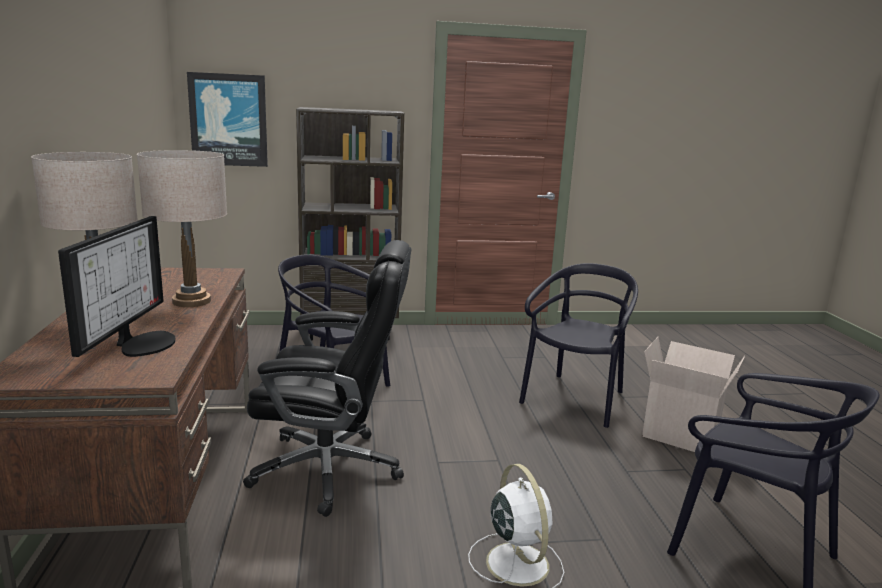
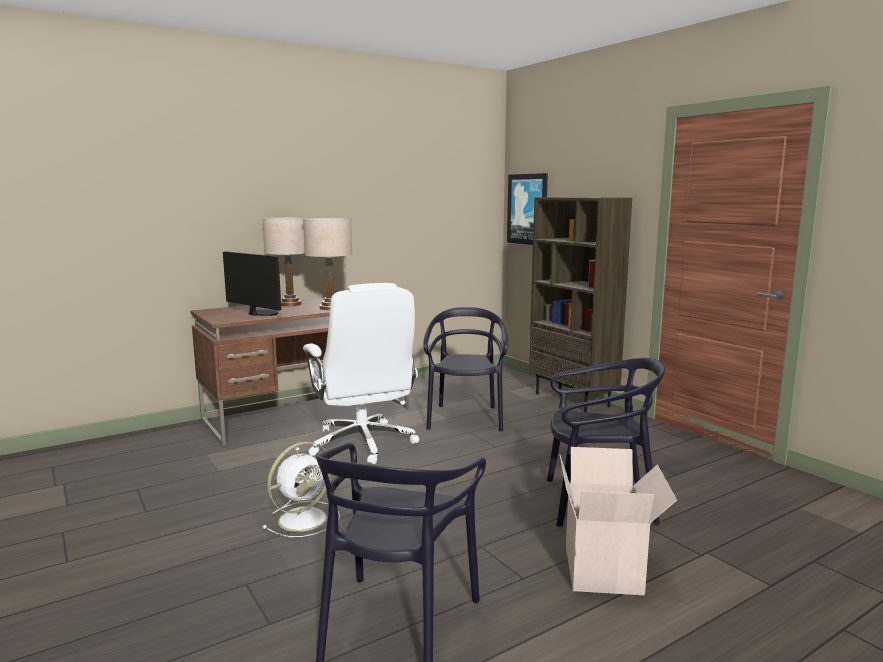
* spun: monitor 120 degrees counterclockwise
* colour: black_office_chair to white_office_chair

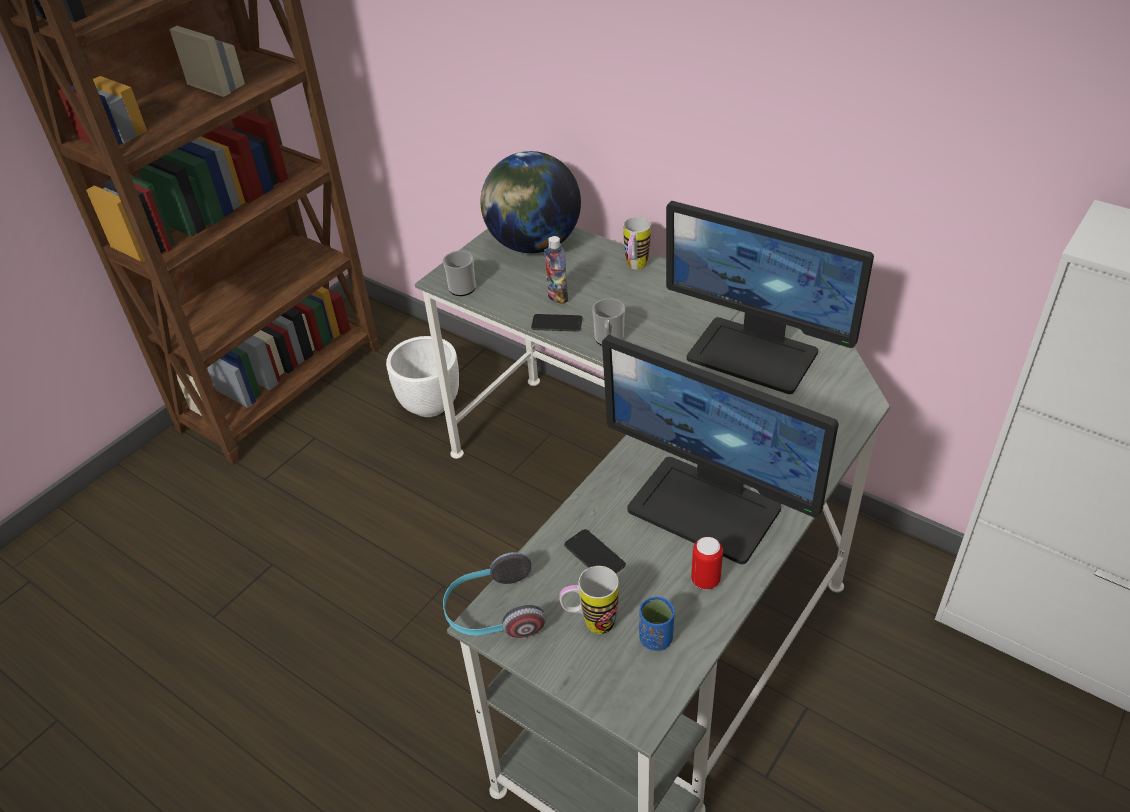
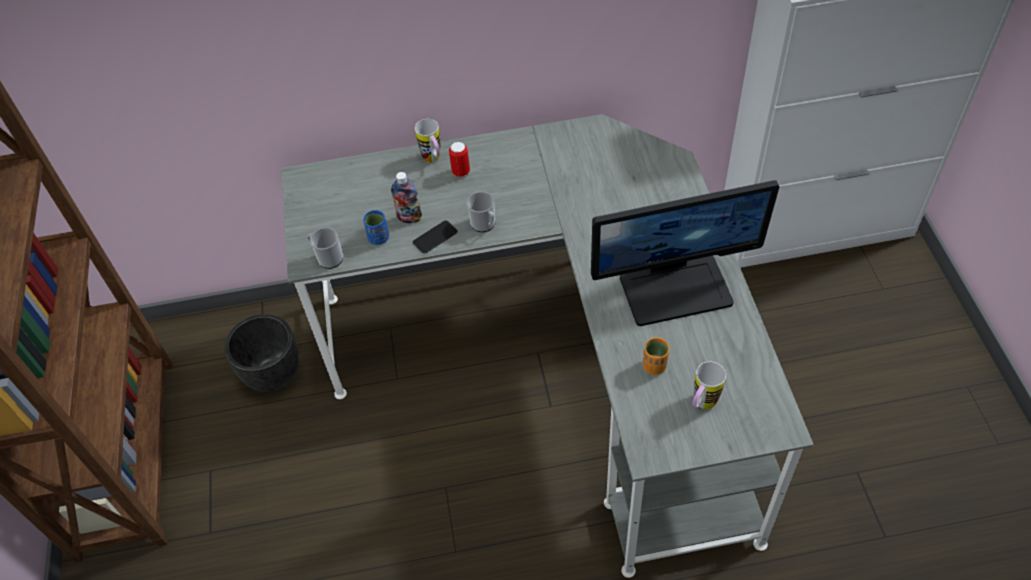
* colour: white_planter to black_planter
* missing: headphones
* missing: globe
* exchanged: phone (no. 2 from left) to orange_cup
* relocated: blue_cup
* missing: monitor (no. 2 from left)
* relocated: can

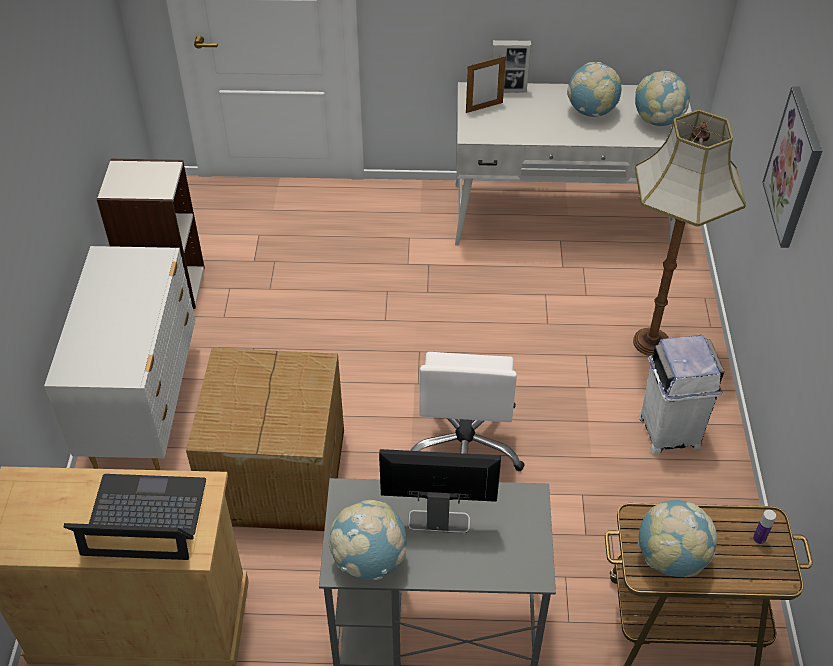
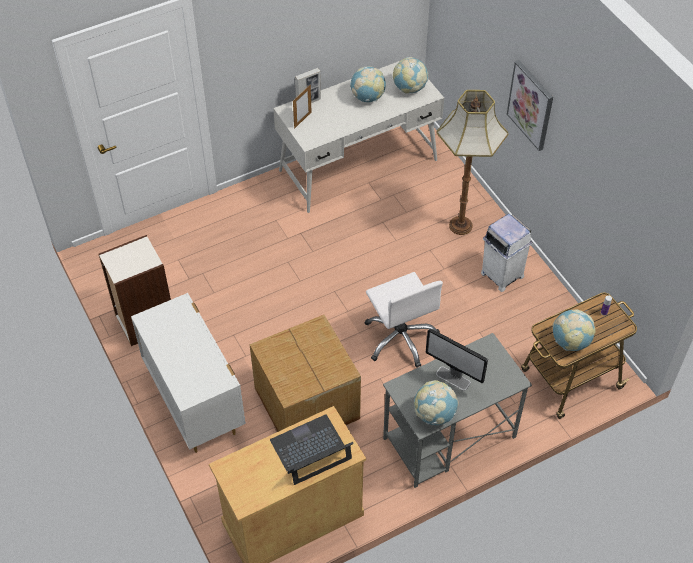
* spun: monitor 120 degrees counterclockwise

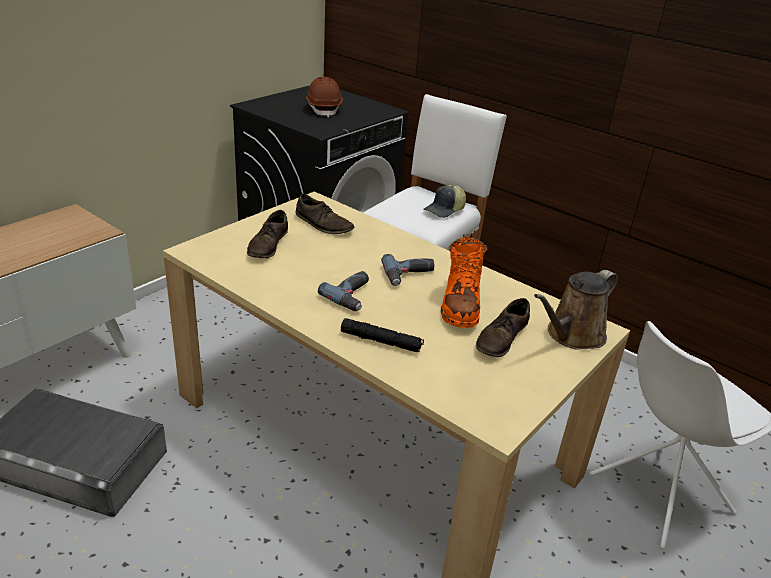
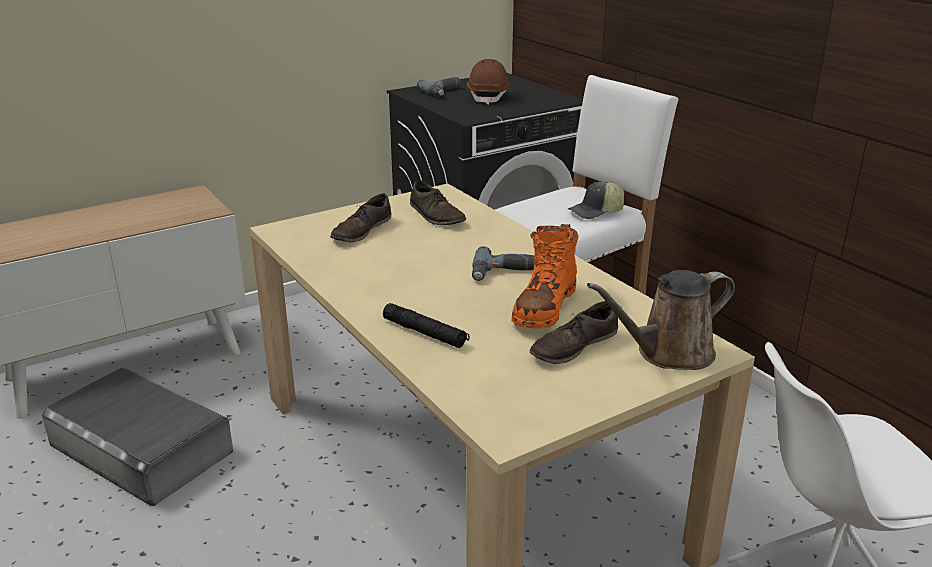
* relocated: power_drill (no. 1 from left)

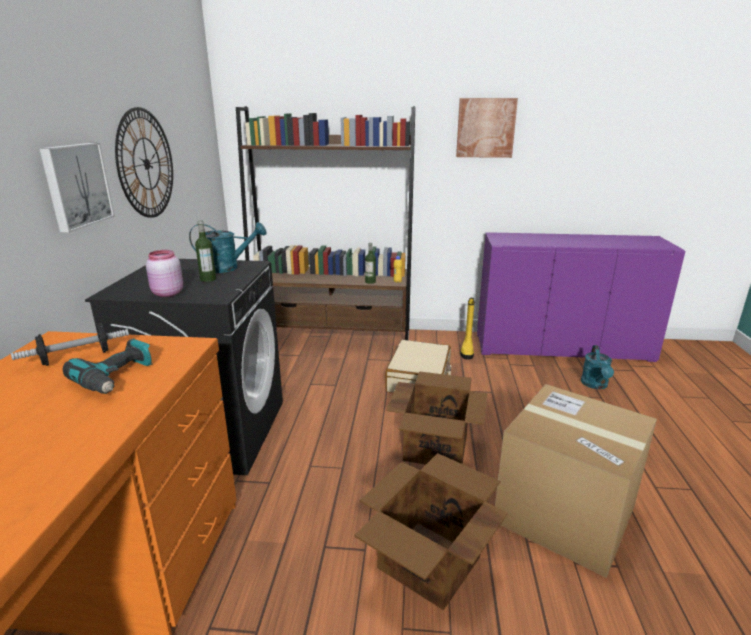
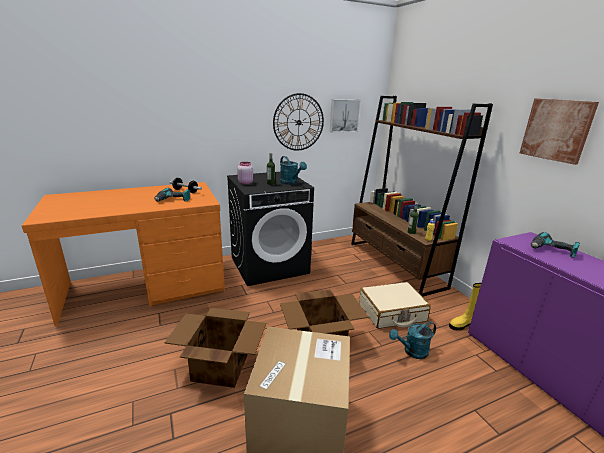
* relocated: picture (no. 1 from left)
* relocated: turquoise_watering_can (no. 2 from left)
* appeared: power_drill (no. 2 from left)

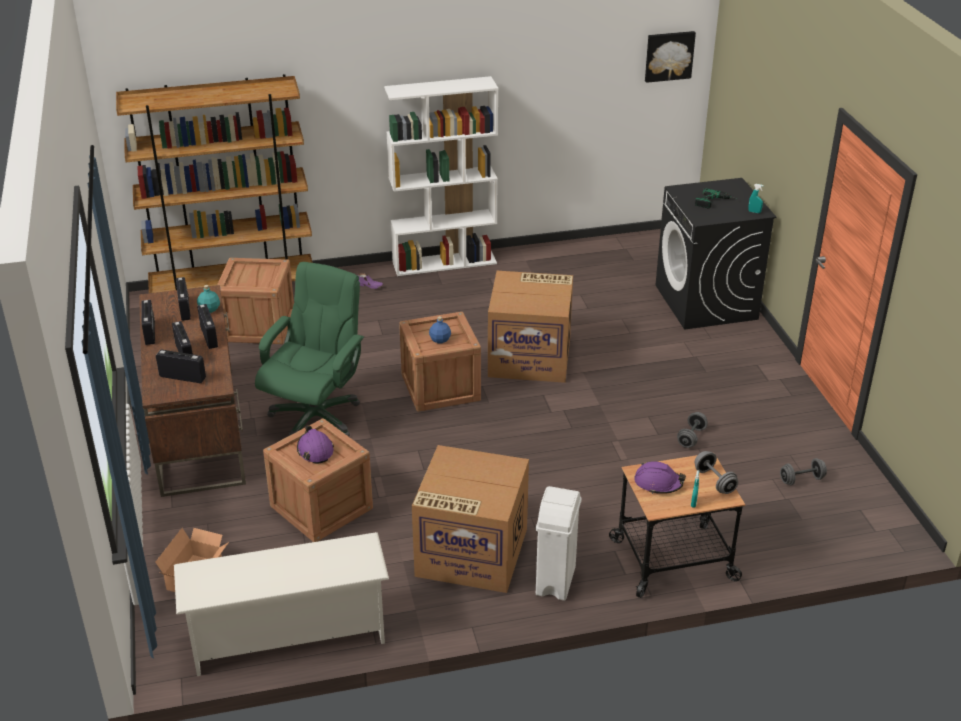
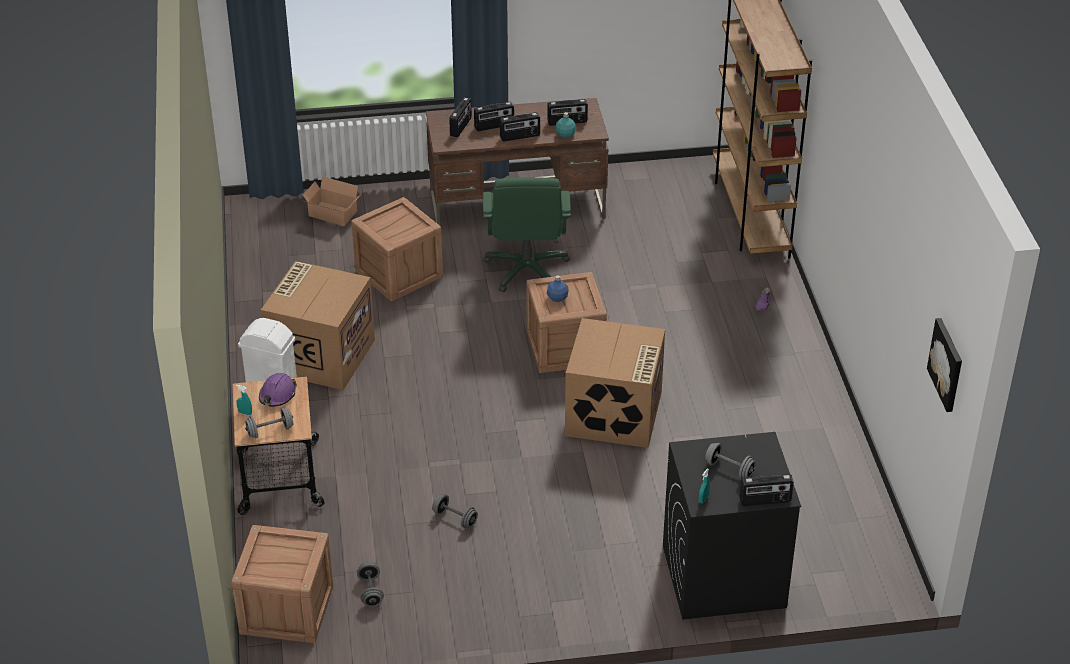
* relocated: radio (no. 1 from left in the first image) to radio (no. 5 from left)
* missing: white_shoe_rack
* relocated: crate (no. 1 from left)
* spun: green_office_chair 60 degrees clockwise
* missing: purple_hard_hat (no. 1 from left)
* missing: white_bookcase
* exchanged: power_drill to grey_dumbbell (no. 4 from left)

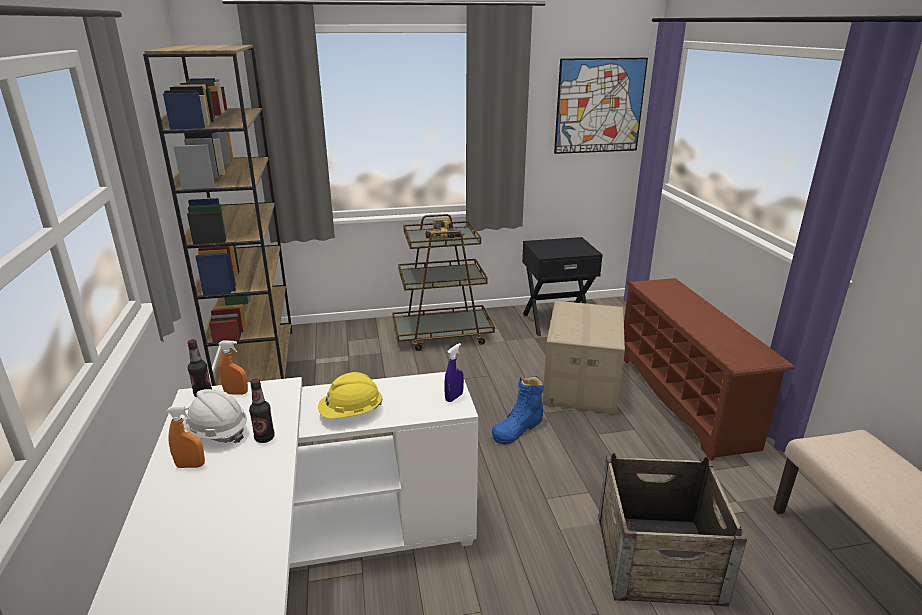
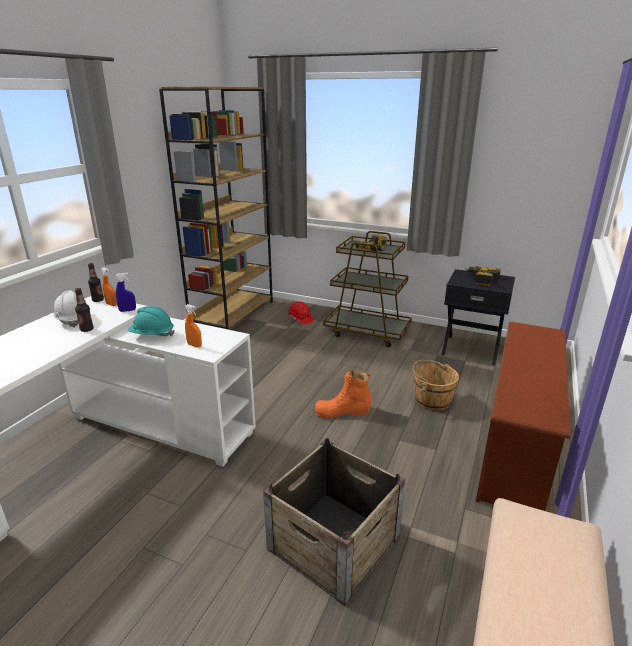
* relocated: orange_spray_bottle (no. 1 from left in the first image) to orange_spray_bottle (no. 2 from left)
* colour: yellow_hard_hat to turquoise_hard_hat
* relocated: blue_spray_bottle
* colour: blue_boot to orange_boot
* exchanged: cardboard_box to brown_bucket
* missing: picture
* appeared: red_hard_hat
* appeared: power_drill (no. 2 from left)

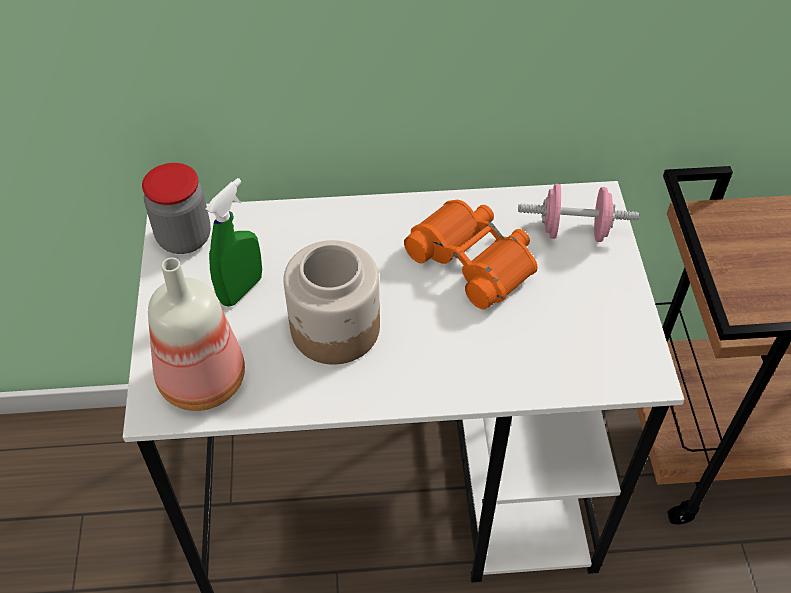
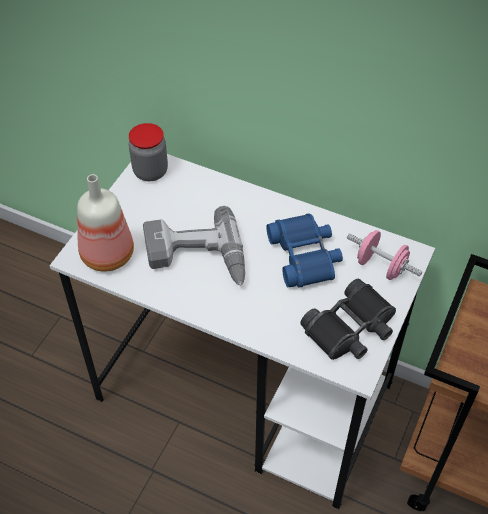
* missing: green_spray_bottle
* exchanged: jar (no. 2 from left) to power_drill
* colour: orange_binoculars to blue_binoculars
* appeared: black_binoculars

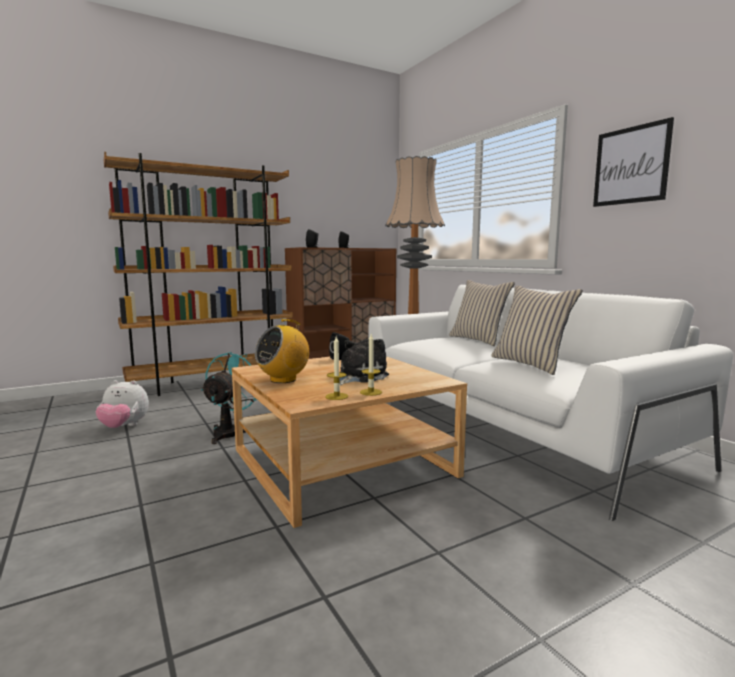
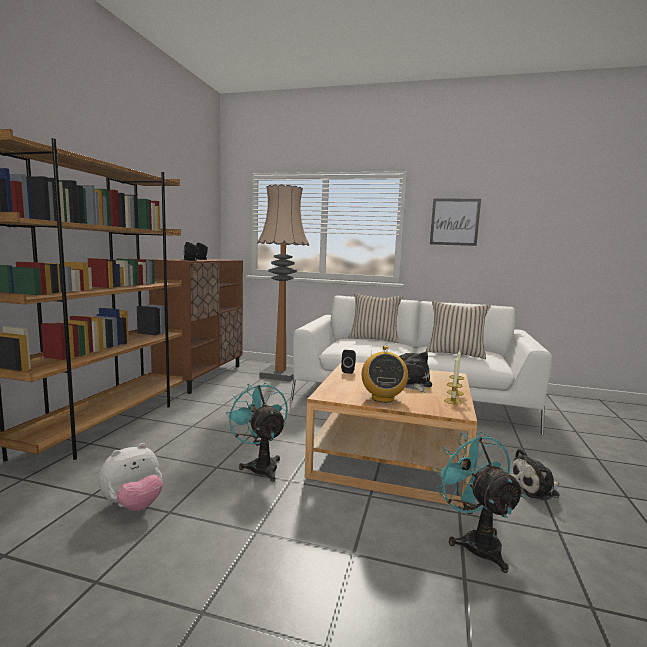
* appeared: turquoise_fan (no. 2 from left)
* appeared: plush_toy (no. 3 from left)

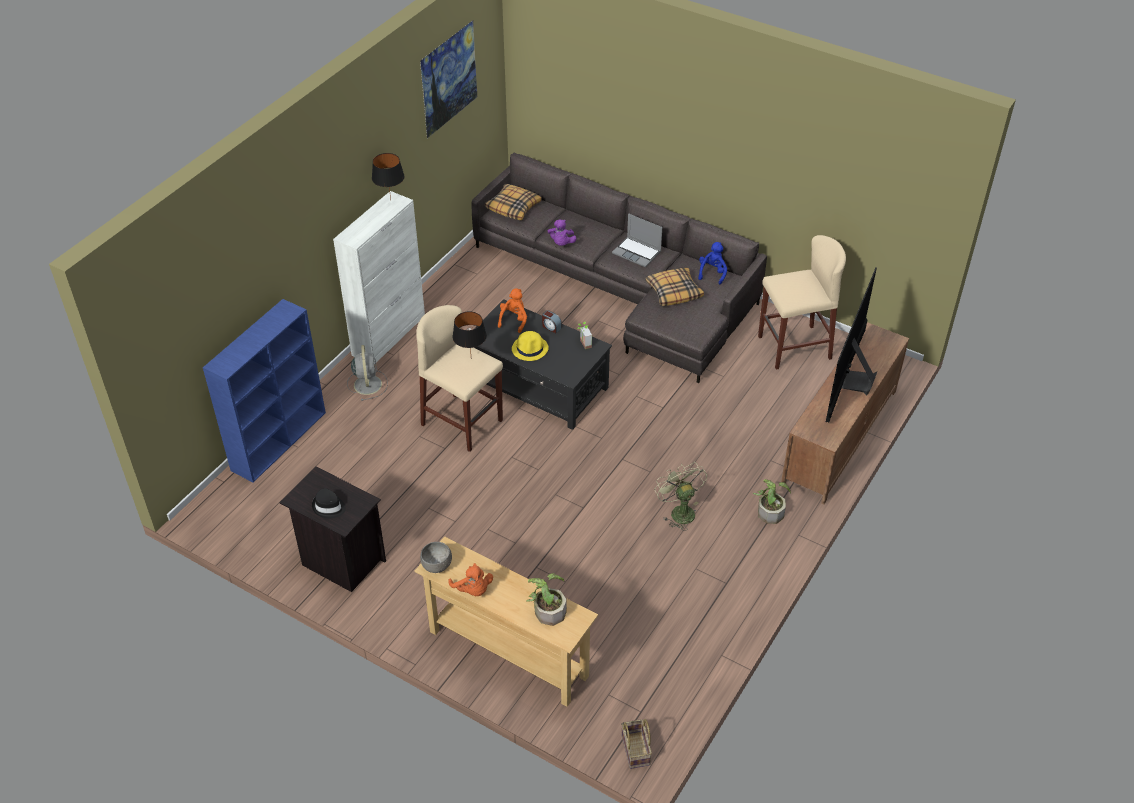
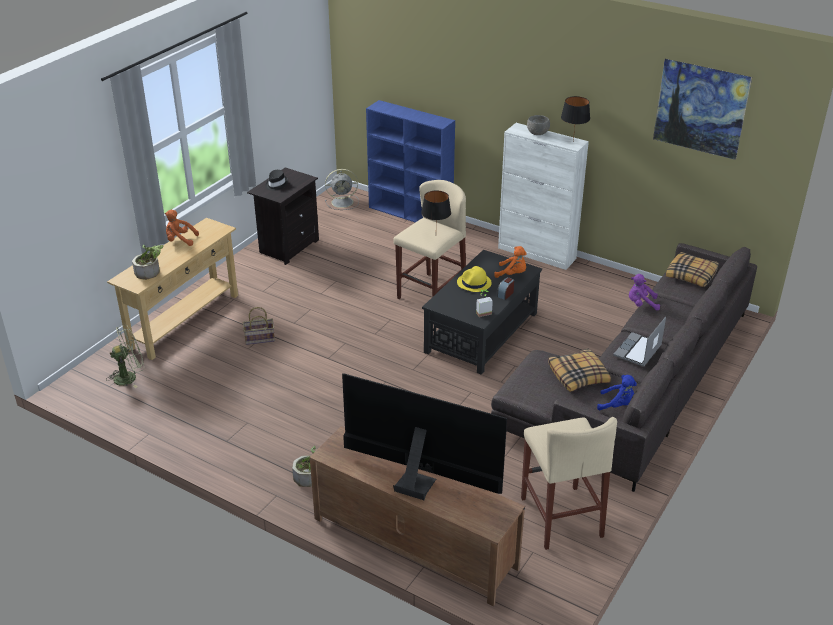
* relocated: grey_fan
* relocated: grey_bowl
* spun: orange_plush_toy (no. 1 from left) 45 degrees clockwise
* relocated: basket
* relocated: green_fan

